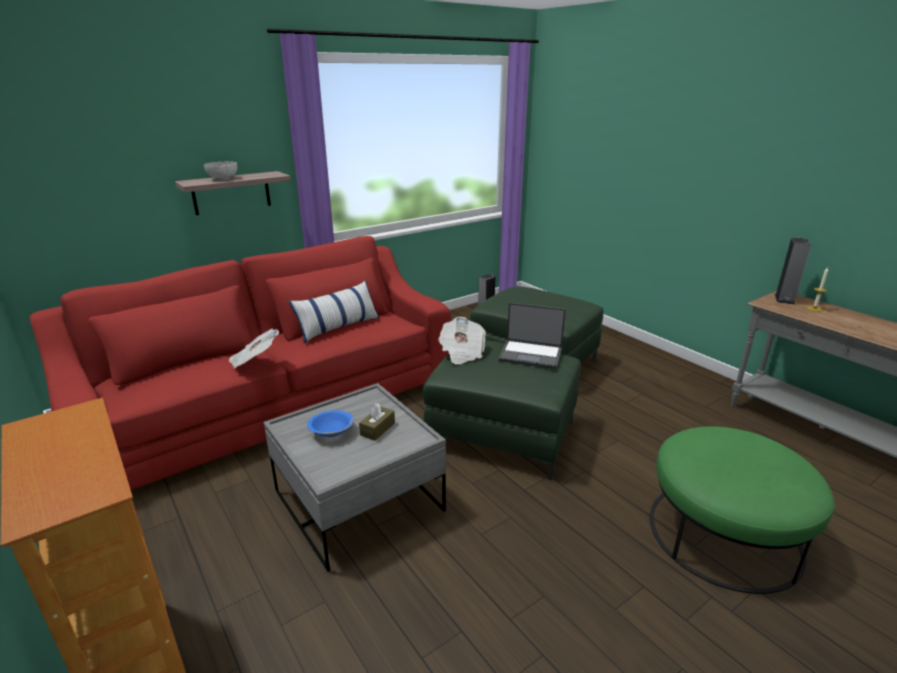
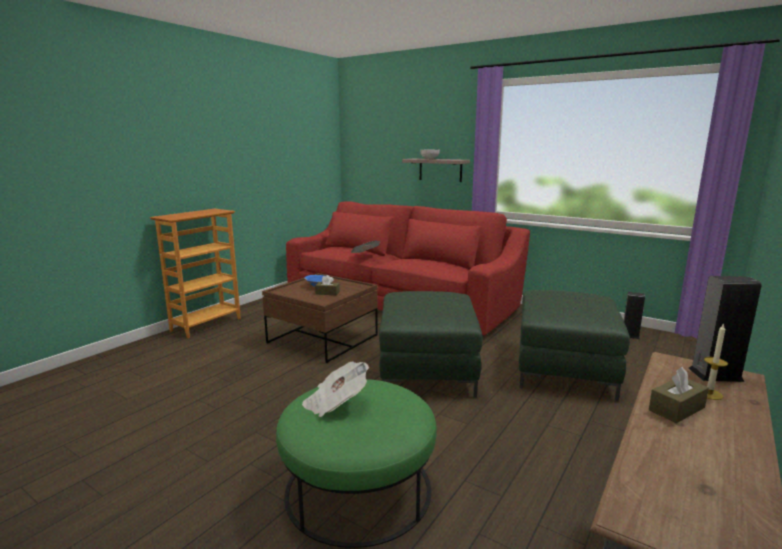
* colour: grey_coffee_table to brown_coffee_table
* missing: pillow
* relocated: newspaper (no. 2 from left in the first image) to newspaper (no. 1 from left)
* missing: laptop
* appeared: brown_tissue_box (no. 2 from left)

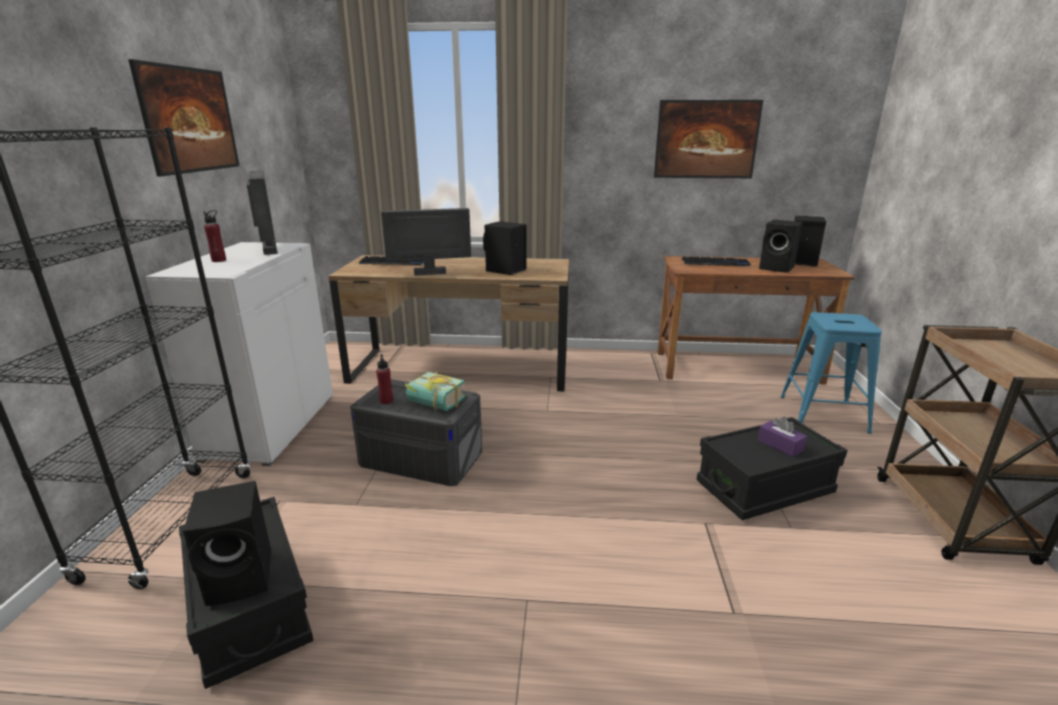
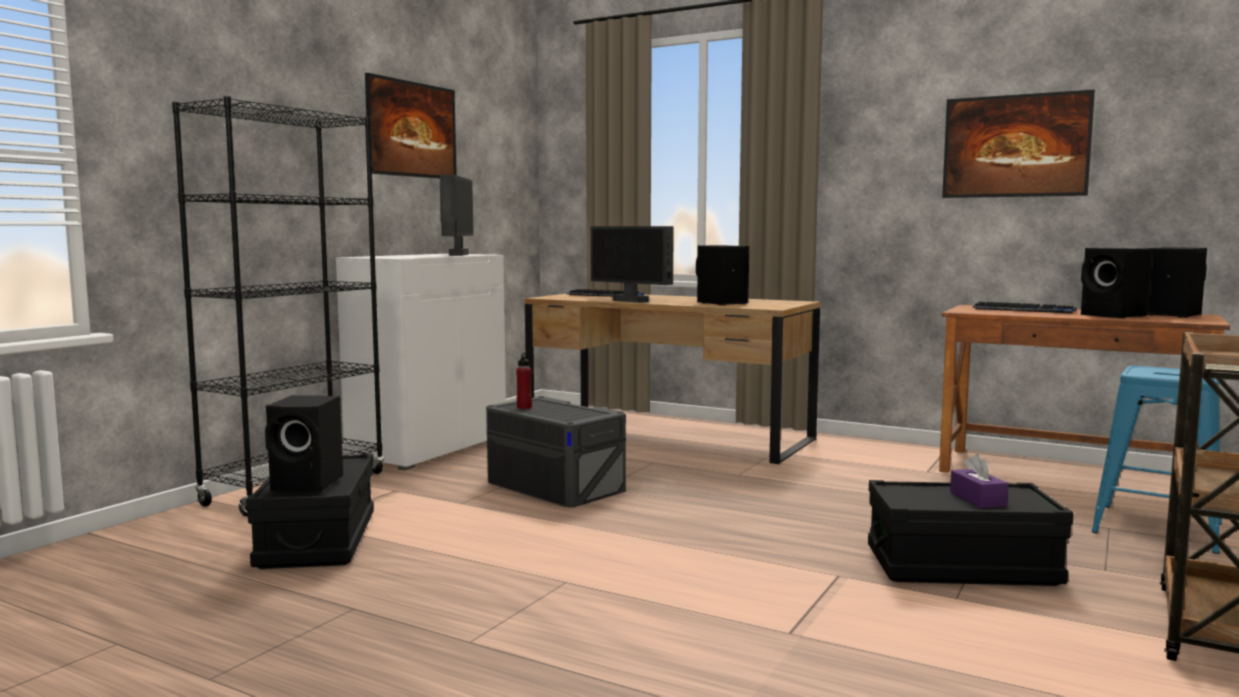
* missing: red_bottle (no. 1 from left)
* spun: monitor (no. 2 from left) 150 degrees counterclockwise
* missing: book

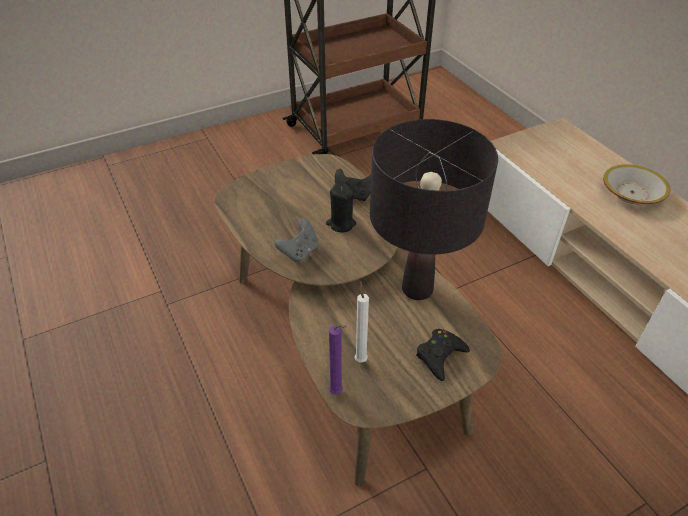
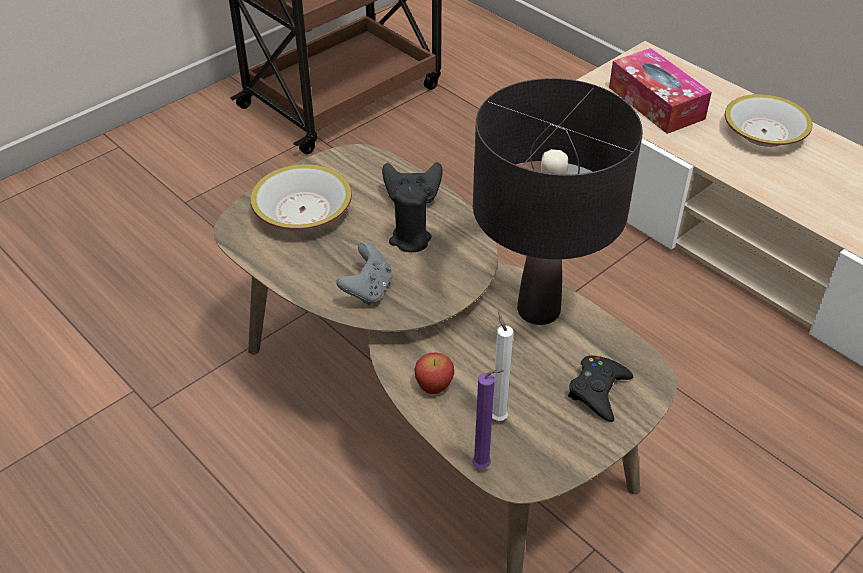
* appeared: bowl (no. 1 from left)
* appeared: apple
* appeared: tissue_box

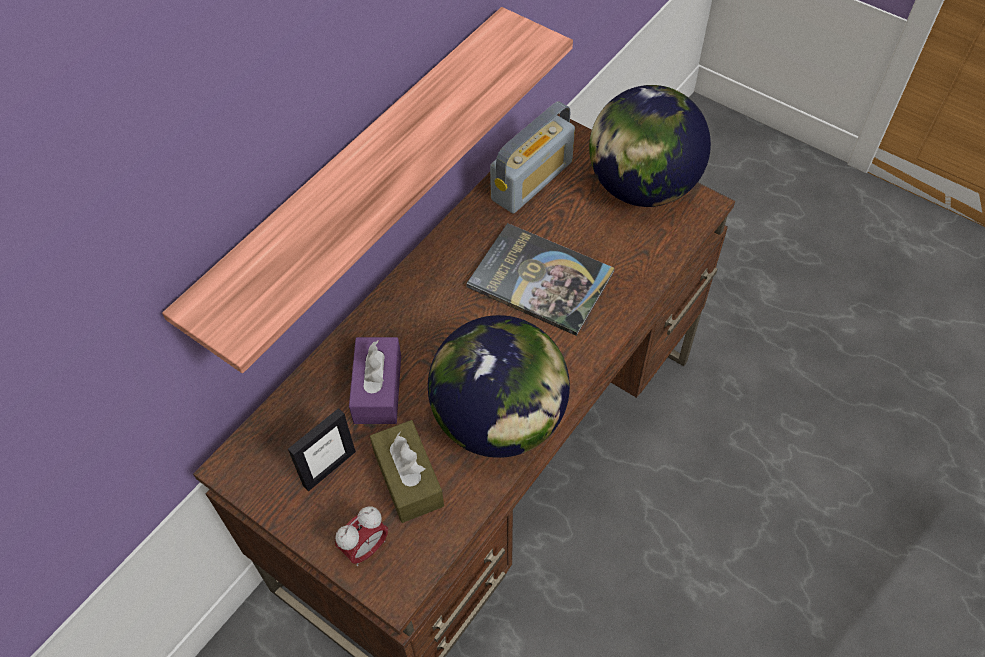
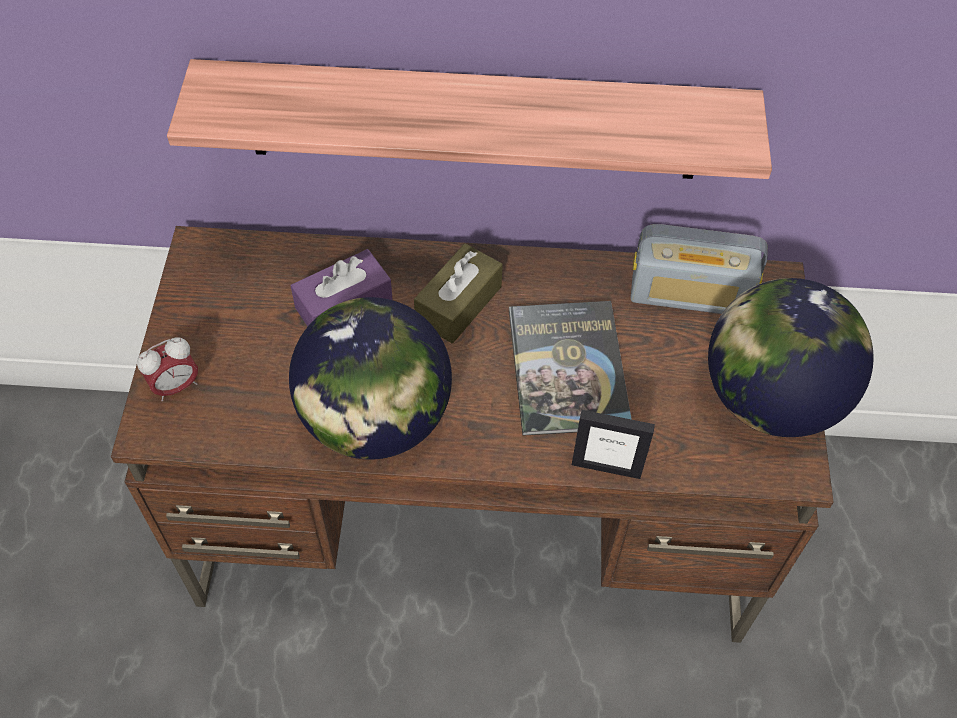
* relocated: picture_frame
* spun: alarm_clock 45 degrees counterclockwise
* relocated: brown_tissue_box

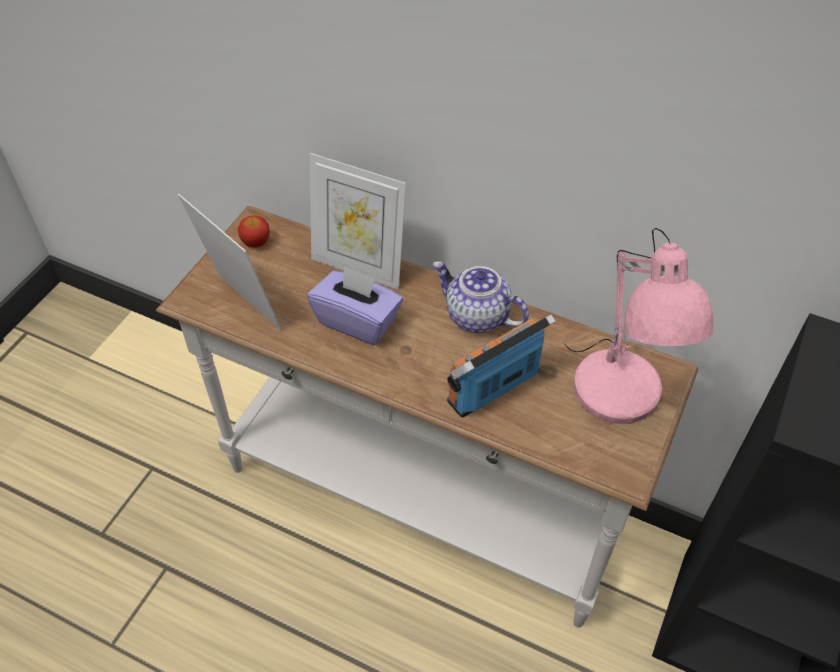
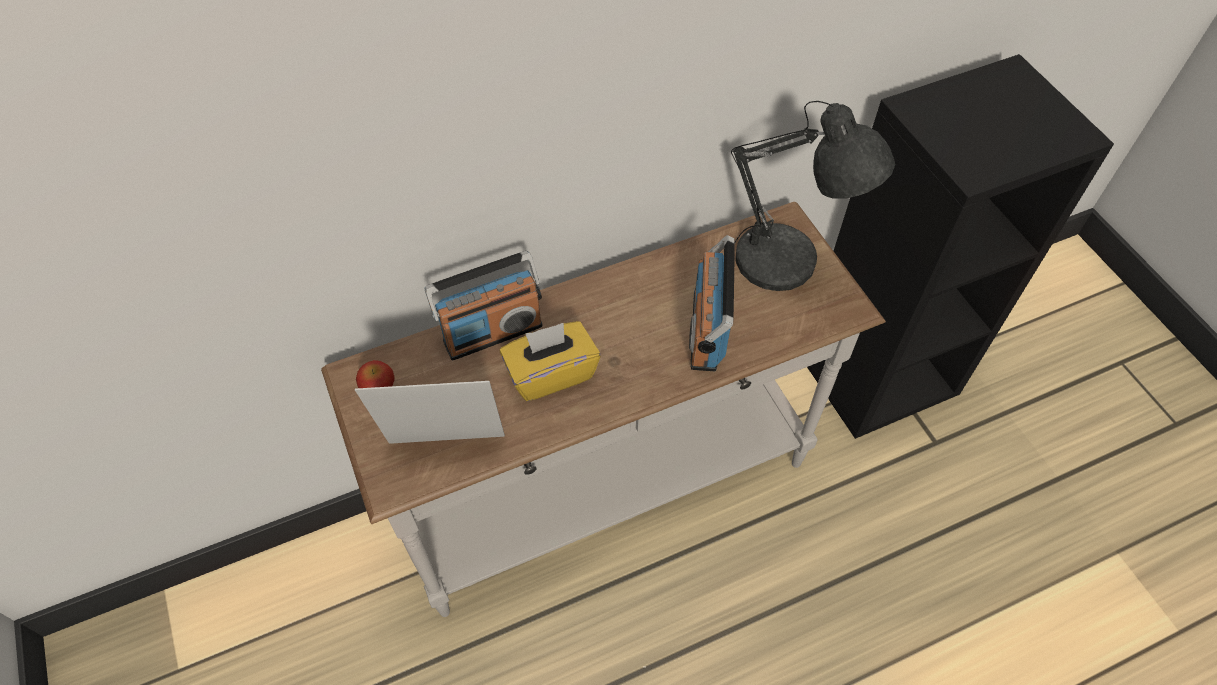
* colour: purple_tissue_box to yellow_tissue_box
* exchanged: picture_frame (no. 2 from left) to radio (no. 1 from left)
* missing: teapot
* colour: pink_table_lamp to grey_table_lamp

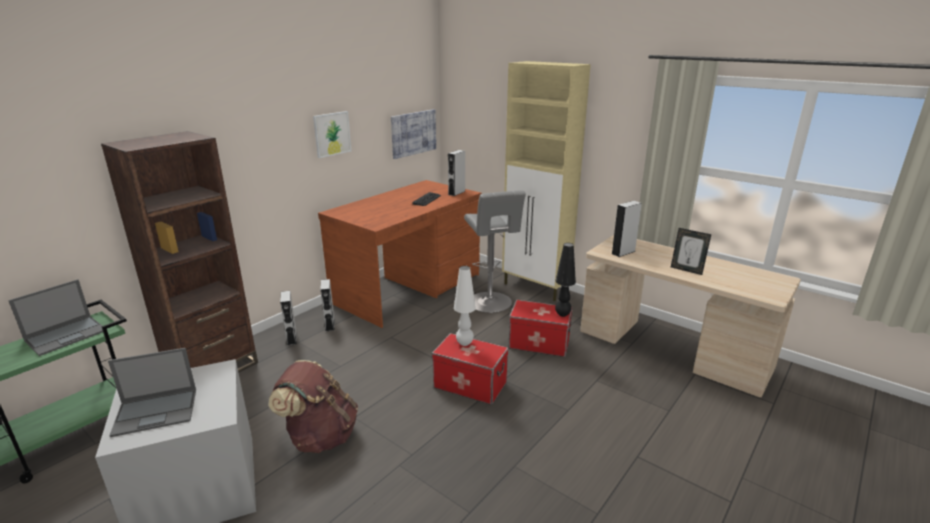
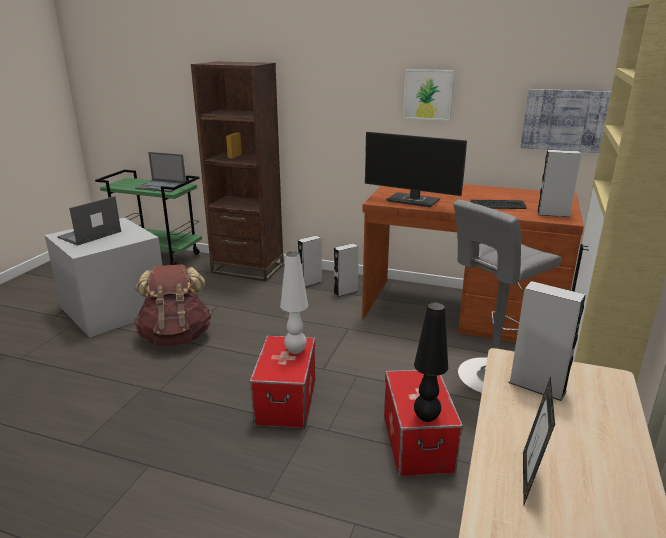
* spun: laptop (no. 2 from left in the first image) 75 degrees clockwise
* appeared: monitor

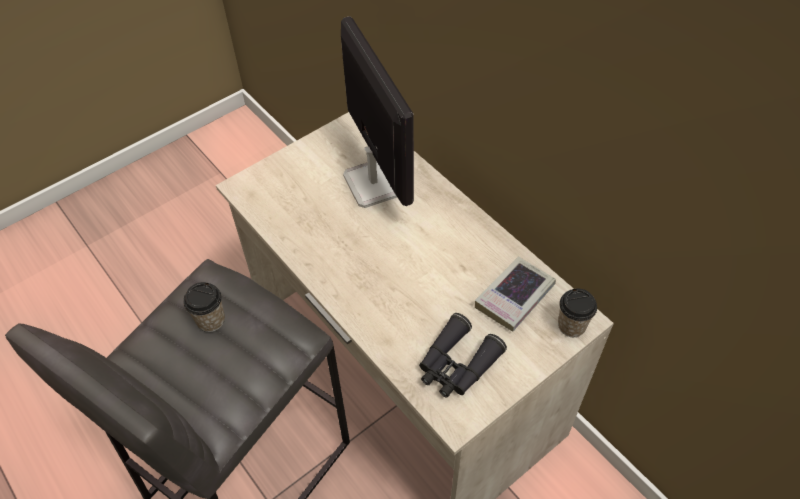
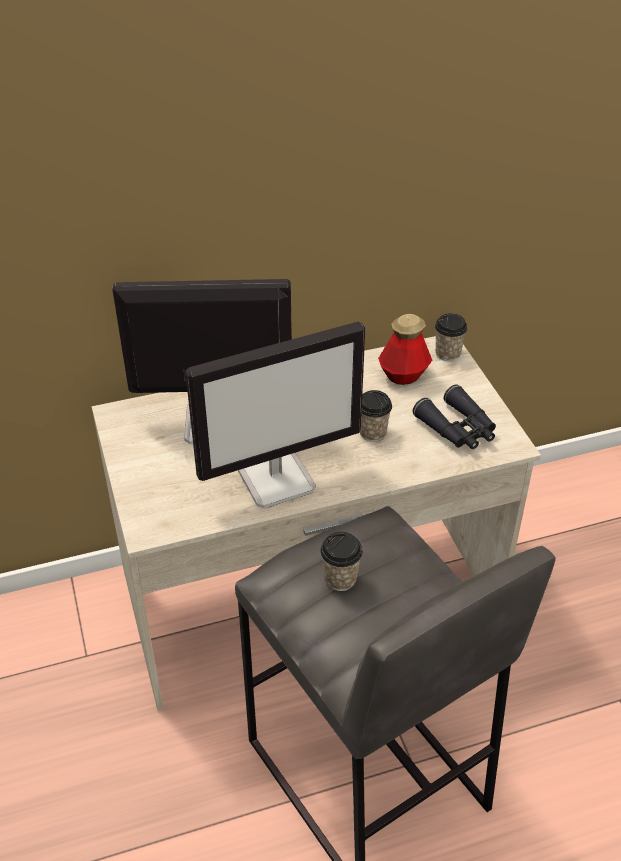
* exchanged: book to bottle
* appeared: monitor (no. 2 from left)
* appeared: cup (no. 2 from left)

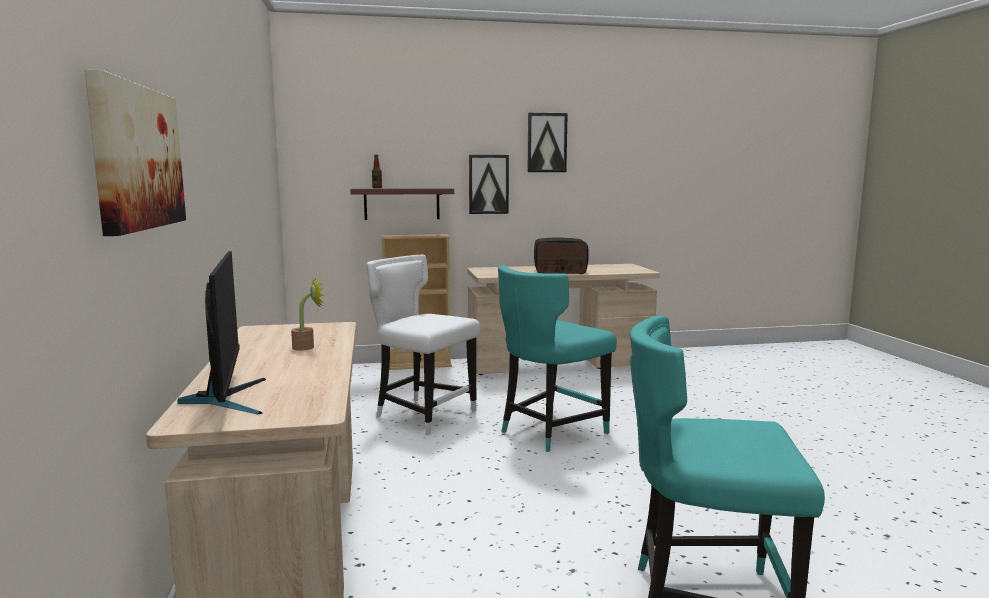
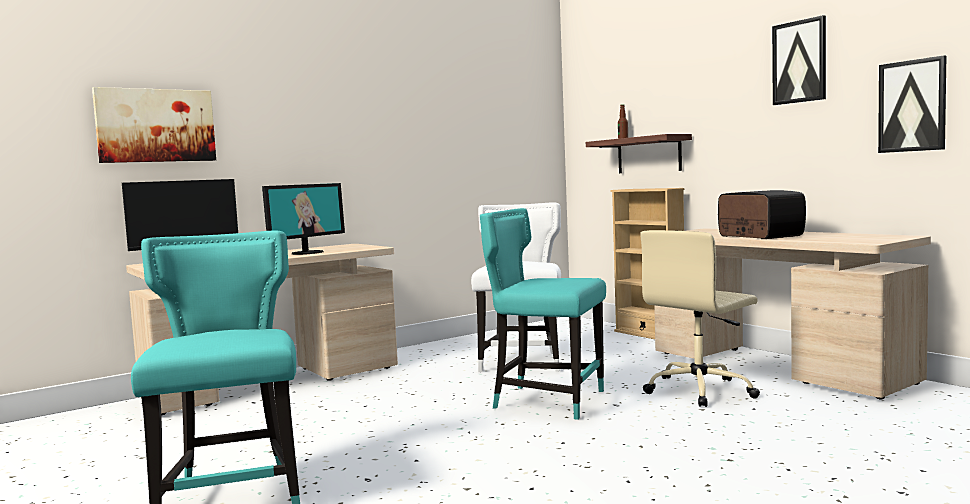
* exchanged: potted_plant to monitor (no. 2 from left)
* relocated: picture (no. 2 from left in the first image) to picture (no. 3 from left)
* appeared: beige_office_chair

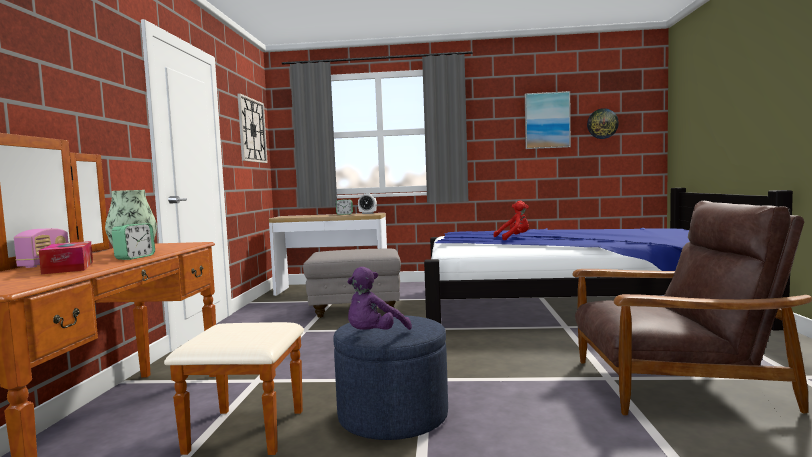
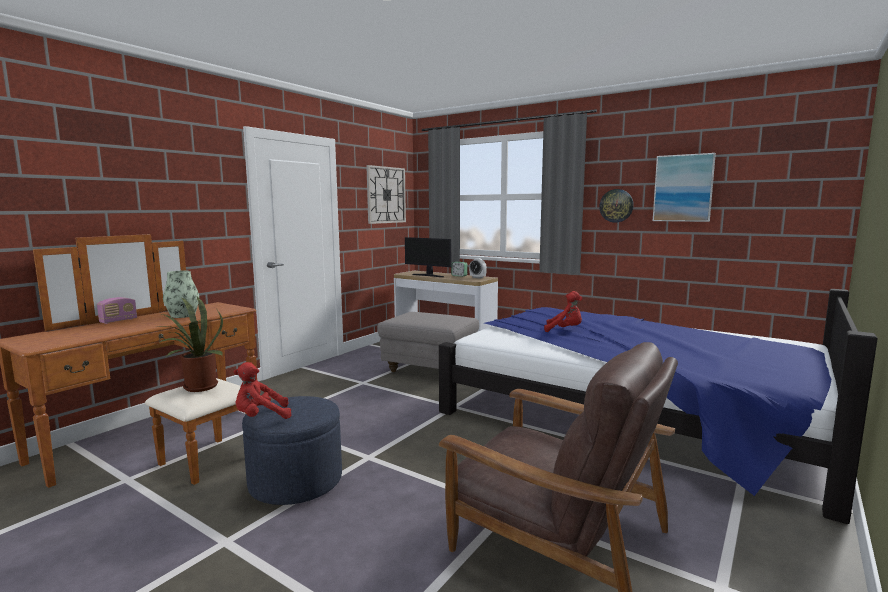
* missing: tissue_box
* missing: alarm_clock (no. 1 from left)
* colour: purple_plush_toy to red_plush_toy (no. 1 from left)
* relocated: wall_clock (no. 2 from left)
* appeared: potted_plant
* appeared: monitor

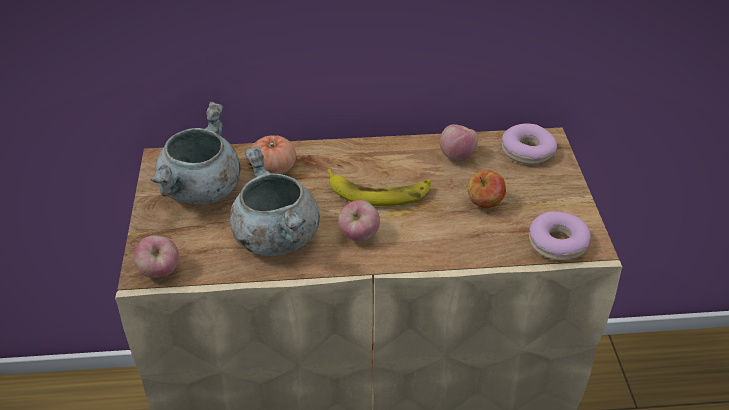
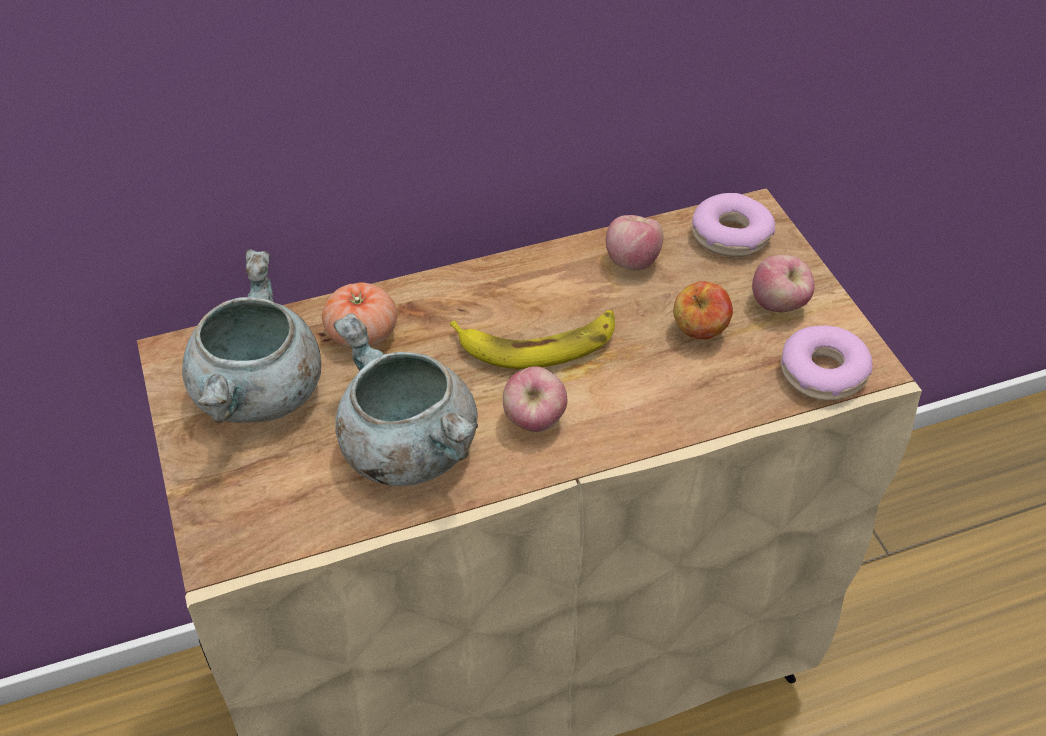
* relocated: apple (no. 1 from left in the first image) to apple (no. 4 from left)

